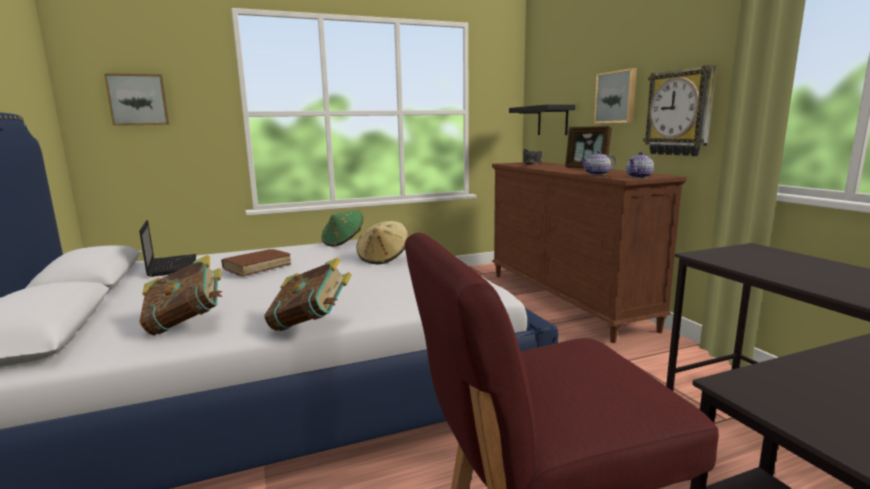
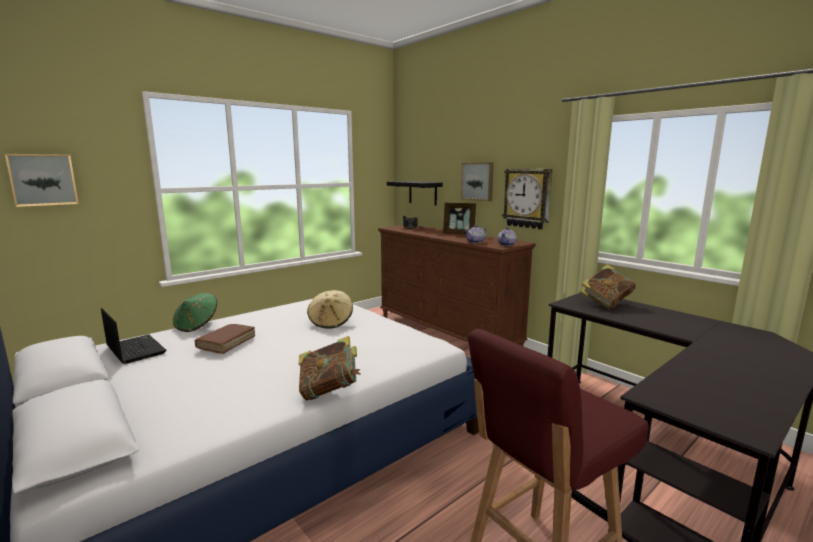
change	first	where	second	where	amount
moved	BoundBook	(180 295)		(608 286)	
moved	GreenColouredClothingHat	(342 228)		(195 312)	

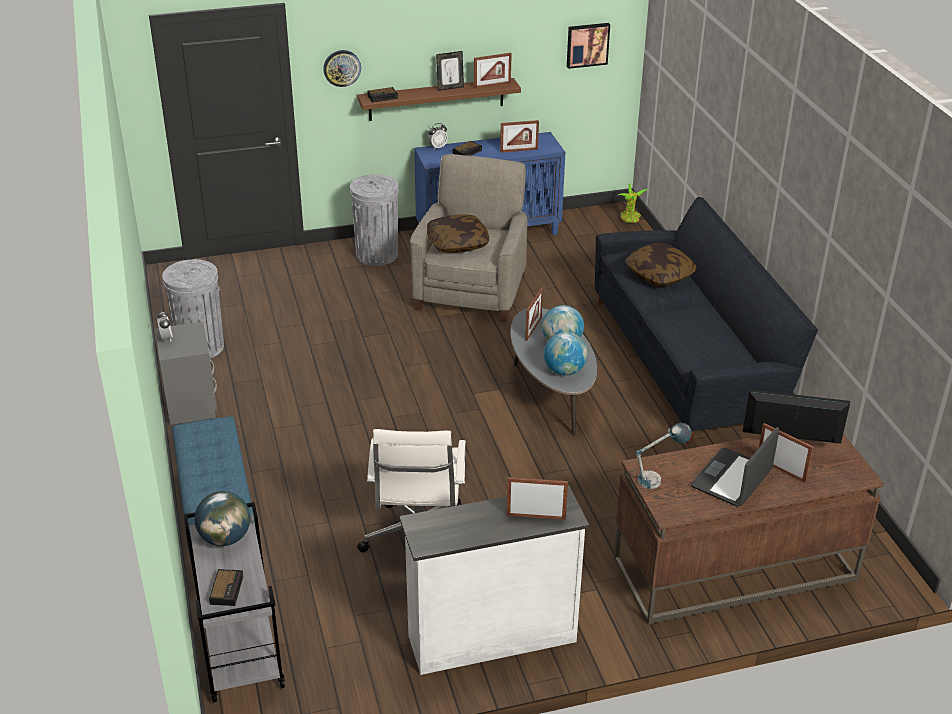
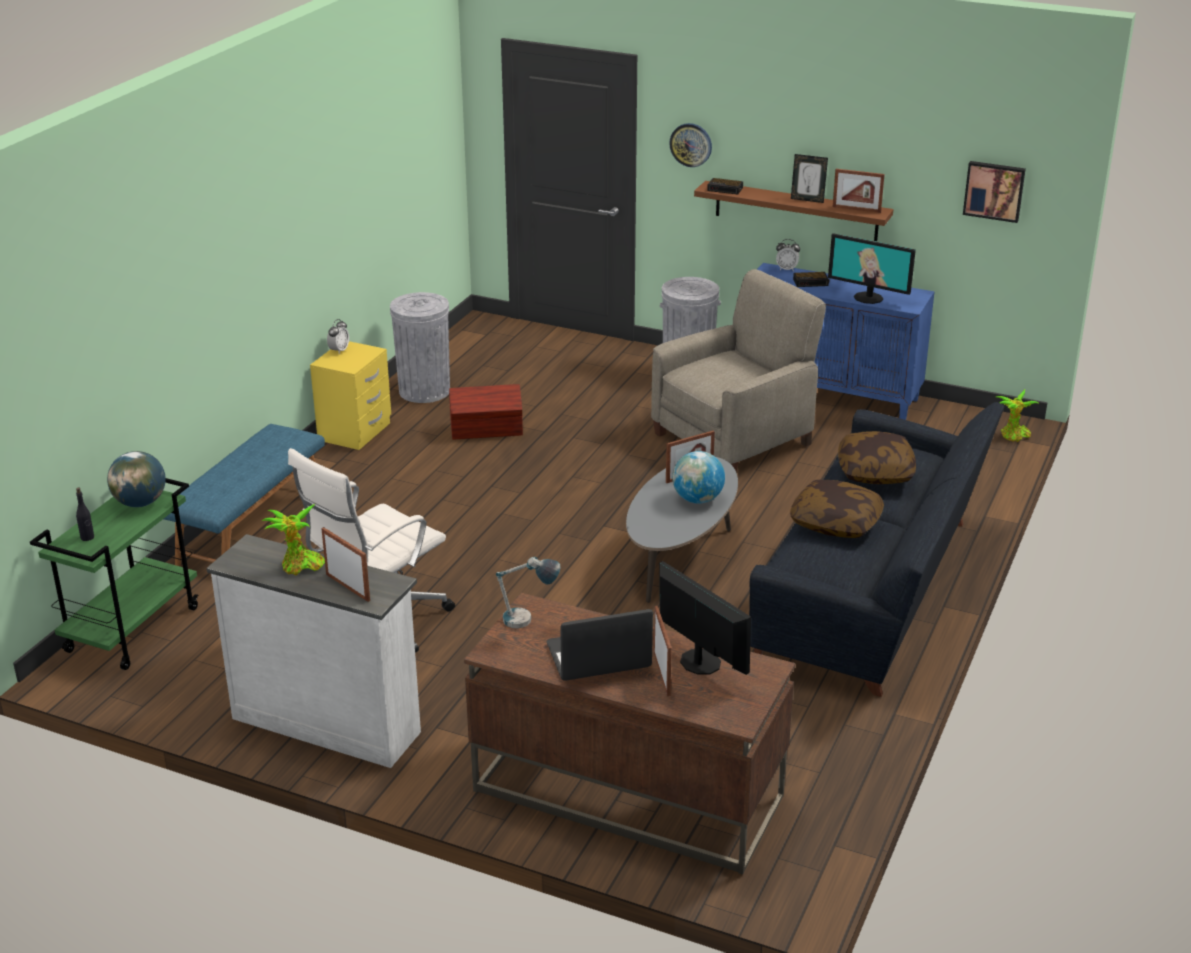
change	first	where	second	where	amount
removed	Globe	(566 353)			
added			PlantInAPot	(293 539)	
added			BrownishStorageContainer	(486 412)	
moved	Pillow	(458 233)		(837 509)	
replaced	BedsideClock	(226 587)	BlackBottle	(85 514)	
replaced	PhotoFrame	(519 136)	ComputerDisplay	(872 268)	
recoloured	GreyBedsideTable	(186 373)	YellowColouredBedsideTable	(350 395)	
recoloured	GreyCart	(234 602)	GreenColouredCart	(114 574)	

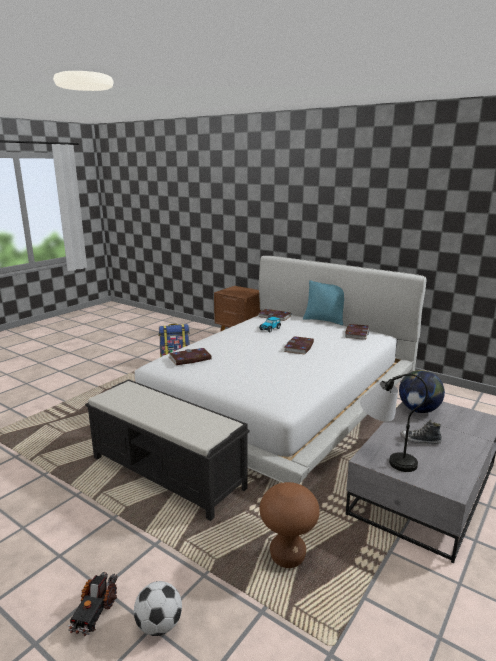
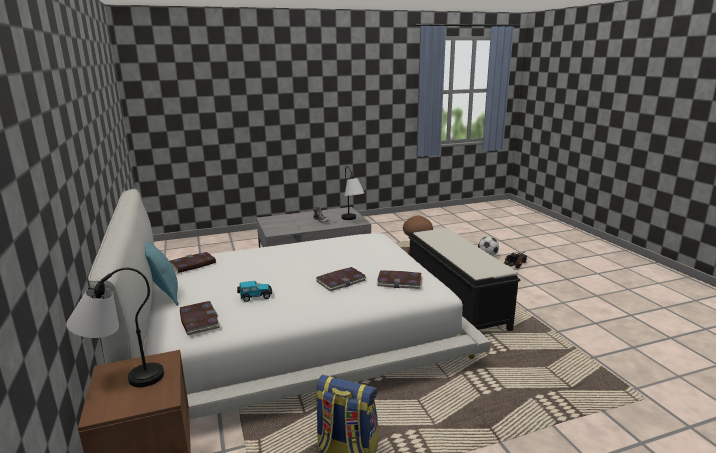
change	first	where	second	where	amount
removed	Globe	(422 391)			
added			TableLamp	(115 327)	
moved	BoundBook	(299 345)		(341 279)	

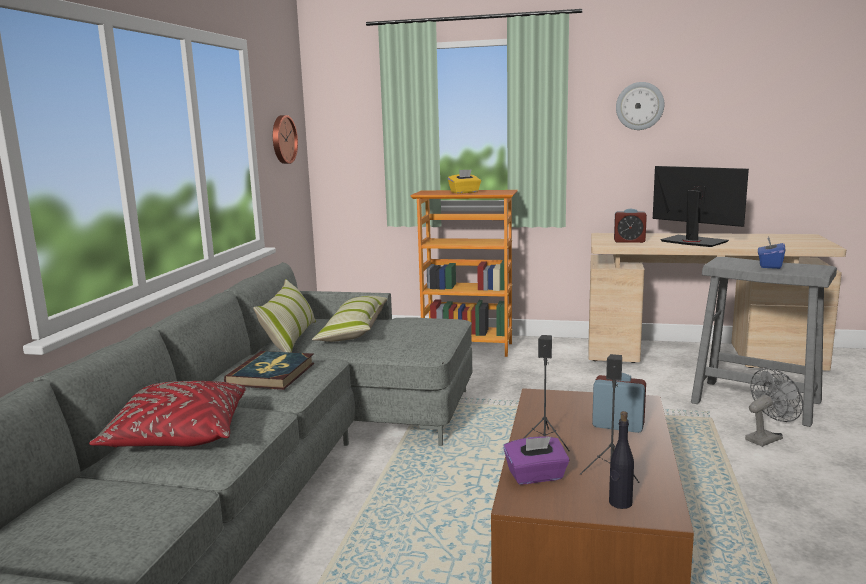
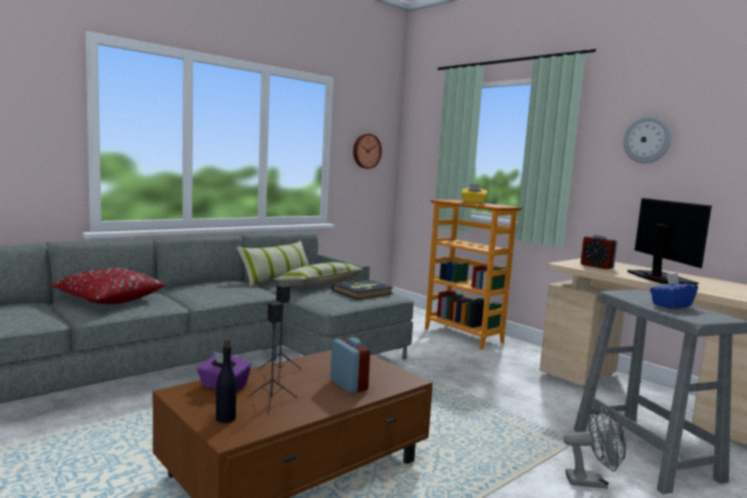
change	first	where	second	where	amount
moved	BoundBook	(269 370)		(363 289)	

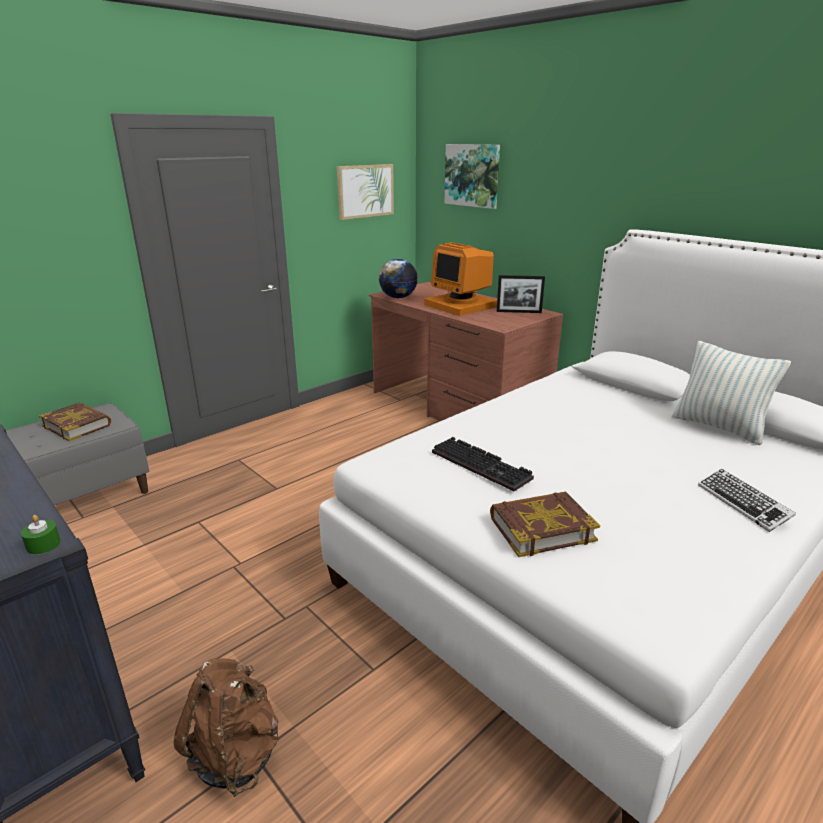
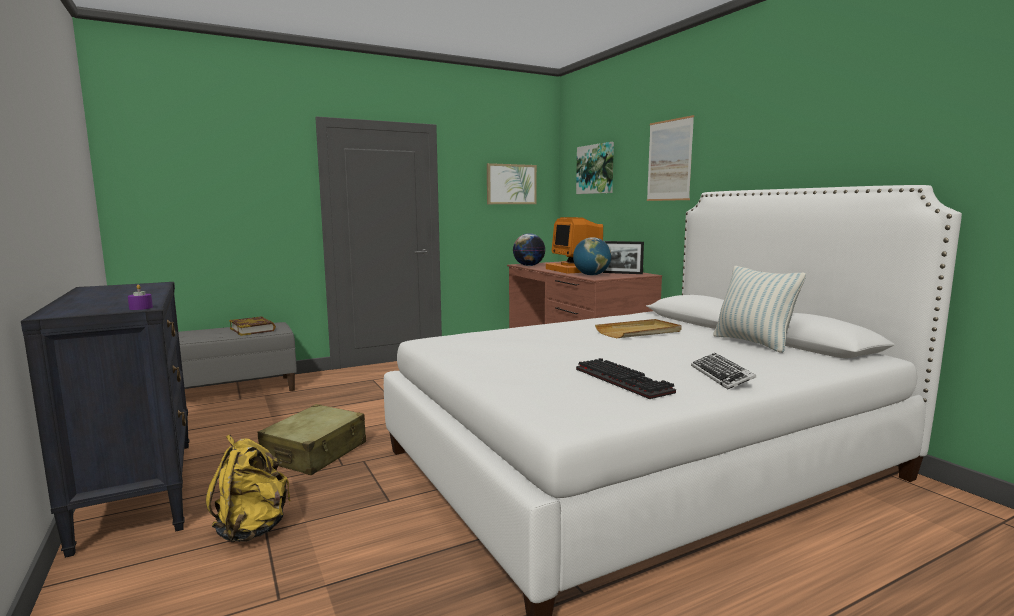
change	first	where	second	where	amount
removed	BoundBook	(545 524)			
added			BeigeSuitcase	(312 439)	
added			Globe	(592 256)	
added			BeigeTray	(638 328)	
added			WallArt	(670 158)	
moved	ComputerKeyboard	(483 464)		(626 378)	
recoloured	GreenColouredCandle	(41 535)	PurpleCandle	(140 297)	
recoloured	BrownishKnapsack	(225 727)	YellowColouredKnapsack	(248 488)	

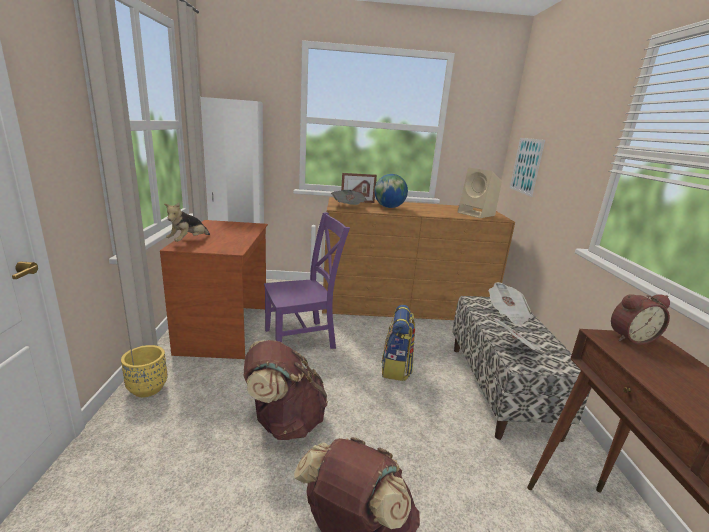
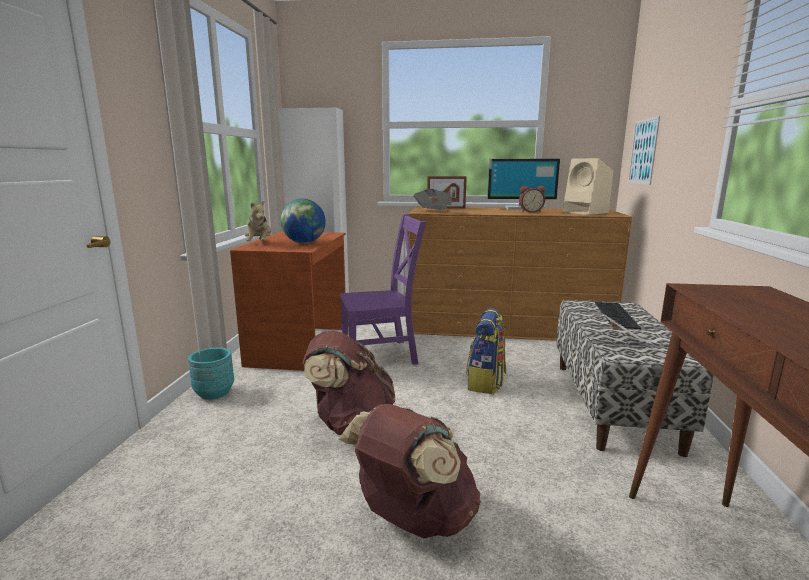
change	first	where	second	where	amount
added			ComputerDisplay	(523 184)	
moved	Globe	(391 191)		(303 221)	
moved	BedsideClock	(640 319)		(532 199)	
replaced	DailyPaper	(511 304)	ComputerKeyboard	(618 315)	
recoloured	YellowColouredFlowerPot	(144 371)	BlueGreenFlowerPot	(211 373)	
turned	SoftToy	(187 222)		(258 221)	45 degrees counterclockwise

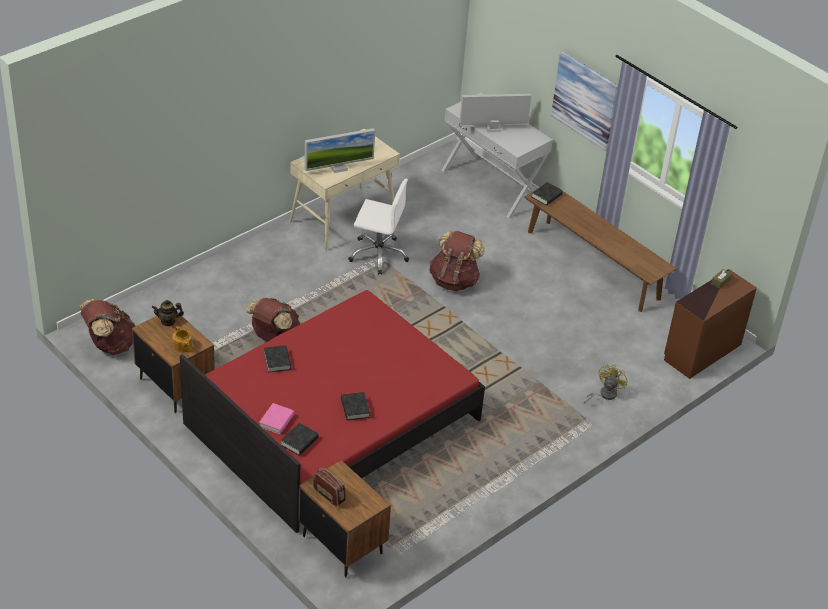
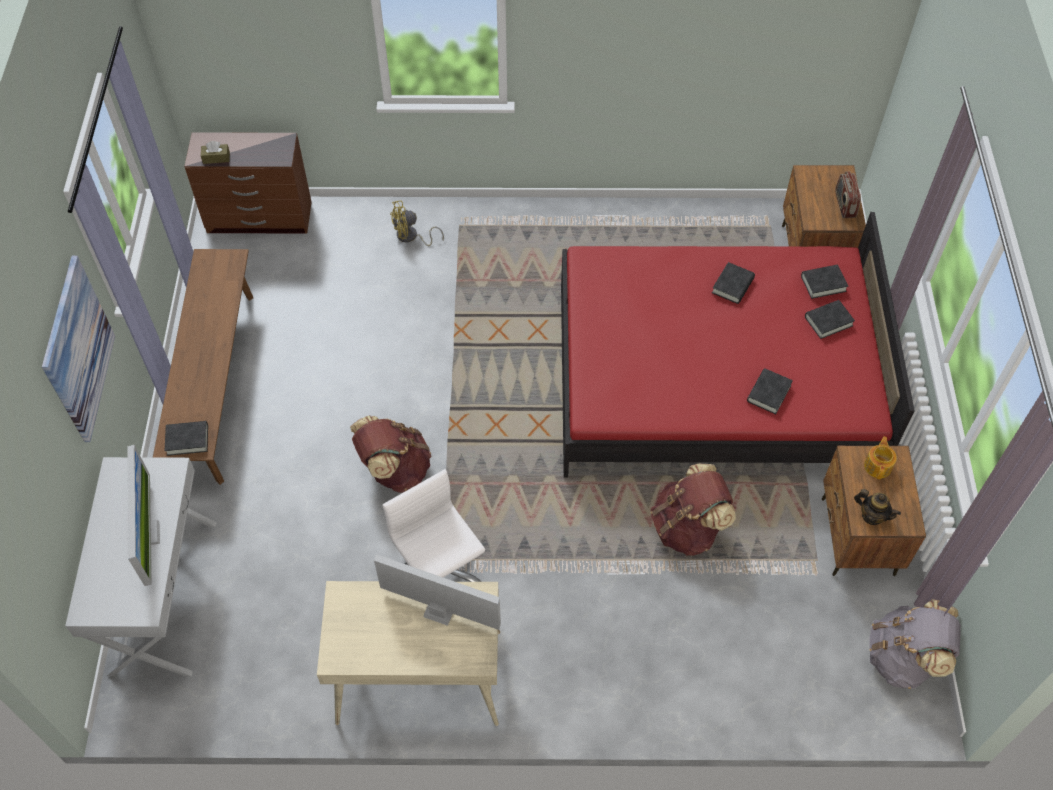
change	first	where	second	where	amount
recoloured	BrownishKnapsack	(107 327)	GreyKnapsack	(915 644)	
recoloured	PinkishBoundBook	(276 418)	BlackBoundBook	(830 319)	
turned	ComputerDisplay	(495 113)		(143 515)	135 degrees counterclockwise

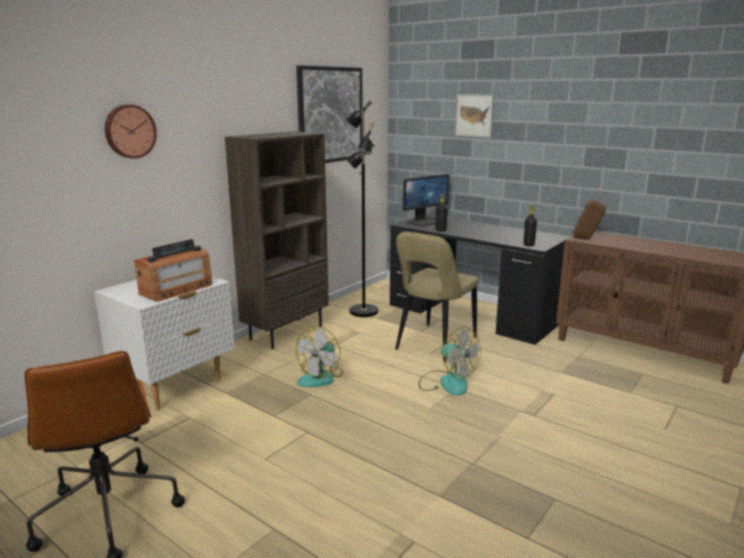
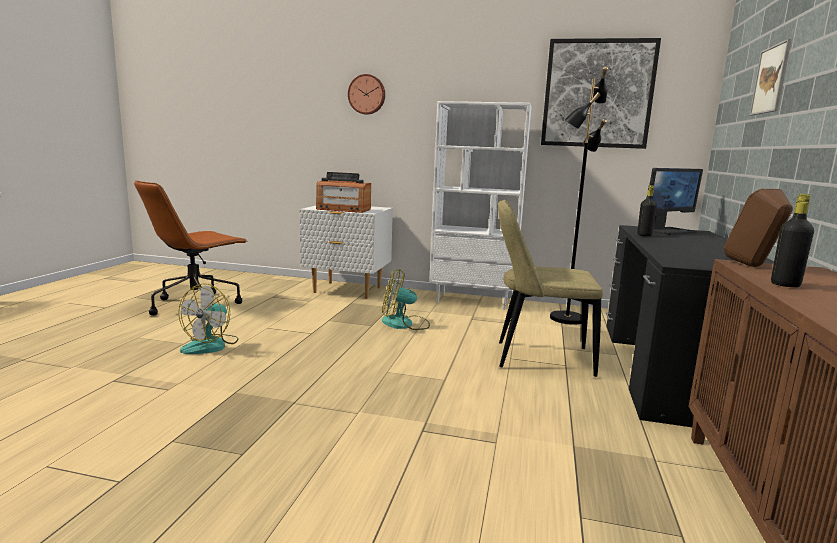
change	first	where	second	where	amount
moved	CoolingFan	(450 361)		(208 318)	
moved	BlackBottle	(530 226)		(792 240)	
recoloured	BrownishBookcase	(277 240)	WhiteBookcase	(480 205)	
turned	ComputerDisplay	(426 200)		(676 201)	60 degrees counterclockwise

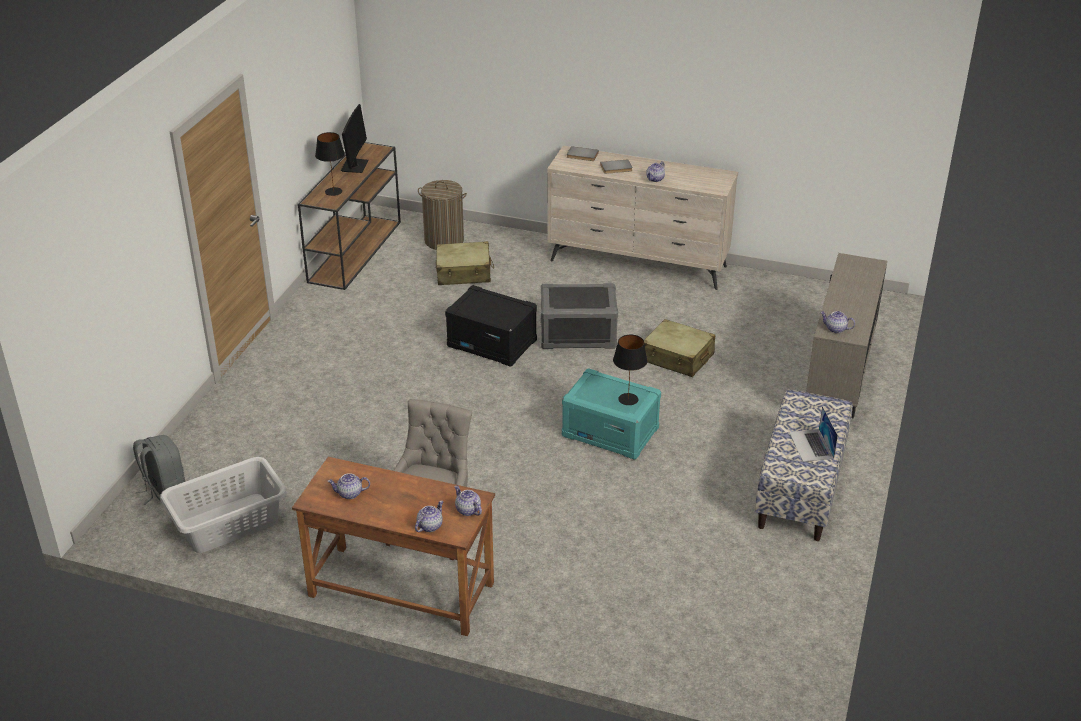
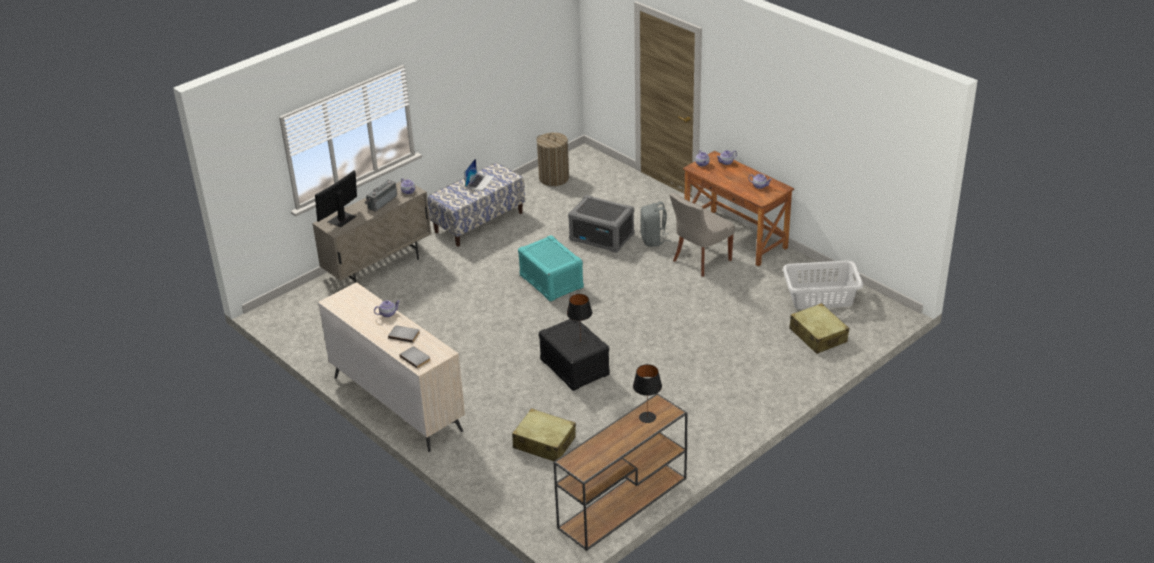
change	first	where	second	where	amount
added			RadioReceiver	(380 195)	
moved	GreyKnapsack	(159 470)		(655 224)	
moved	ComputerDisplay	(354 138)		(336 198)	
moved	Hamper	(442 215)		(552 159)	
moved	GreyStorageContainer	(579 316)		(601 224)	
moved	BlackTableLamp	(630 370)		(579 320)	
moved	BeigeSuitcase	(679 348)		(819 328)	

